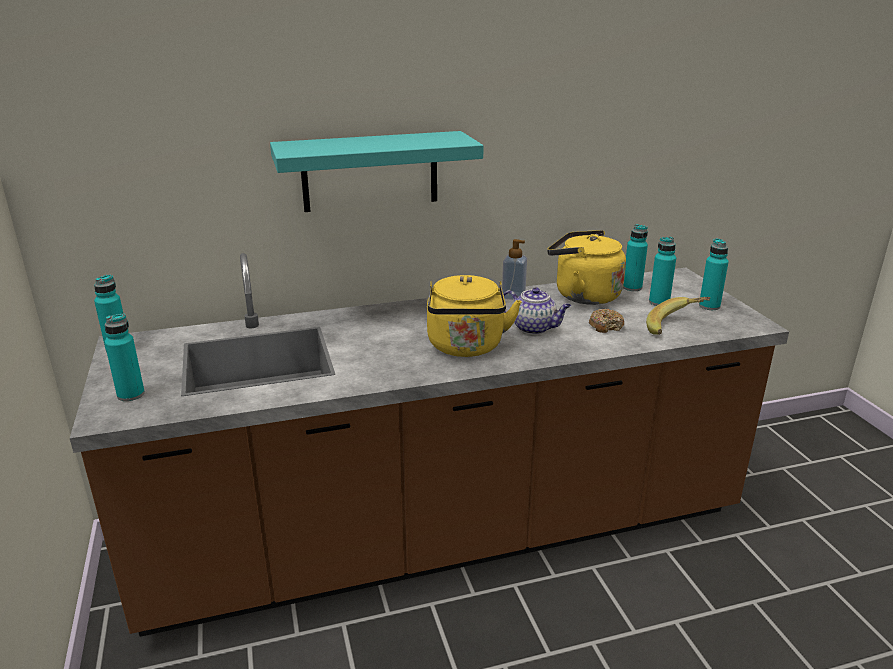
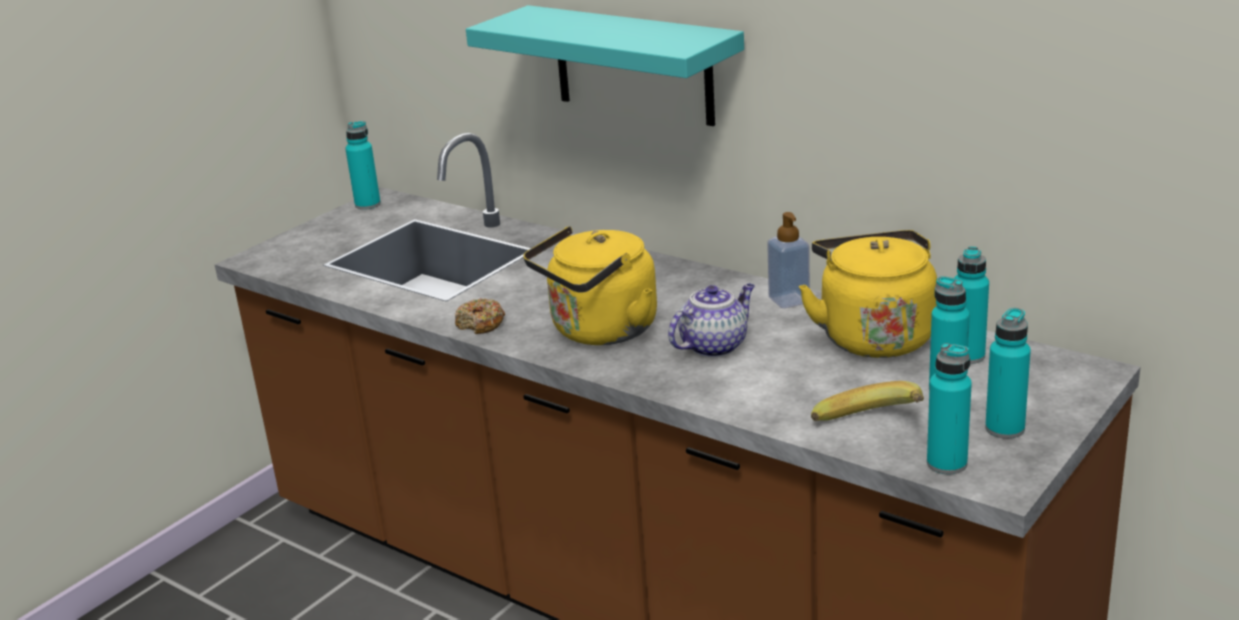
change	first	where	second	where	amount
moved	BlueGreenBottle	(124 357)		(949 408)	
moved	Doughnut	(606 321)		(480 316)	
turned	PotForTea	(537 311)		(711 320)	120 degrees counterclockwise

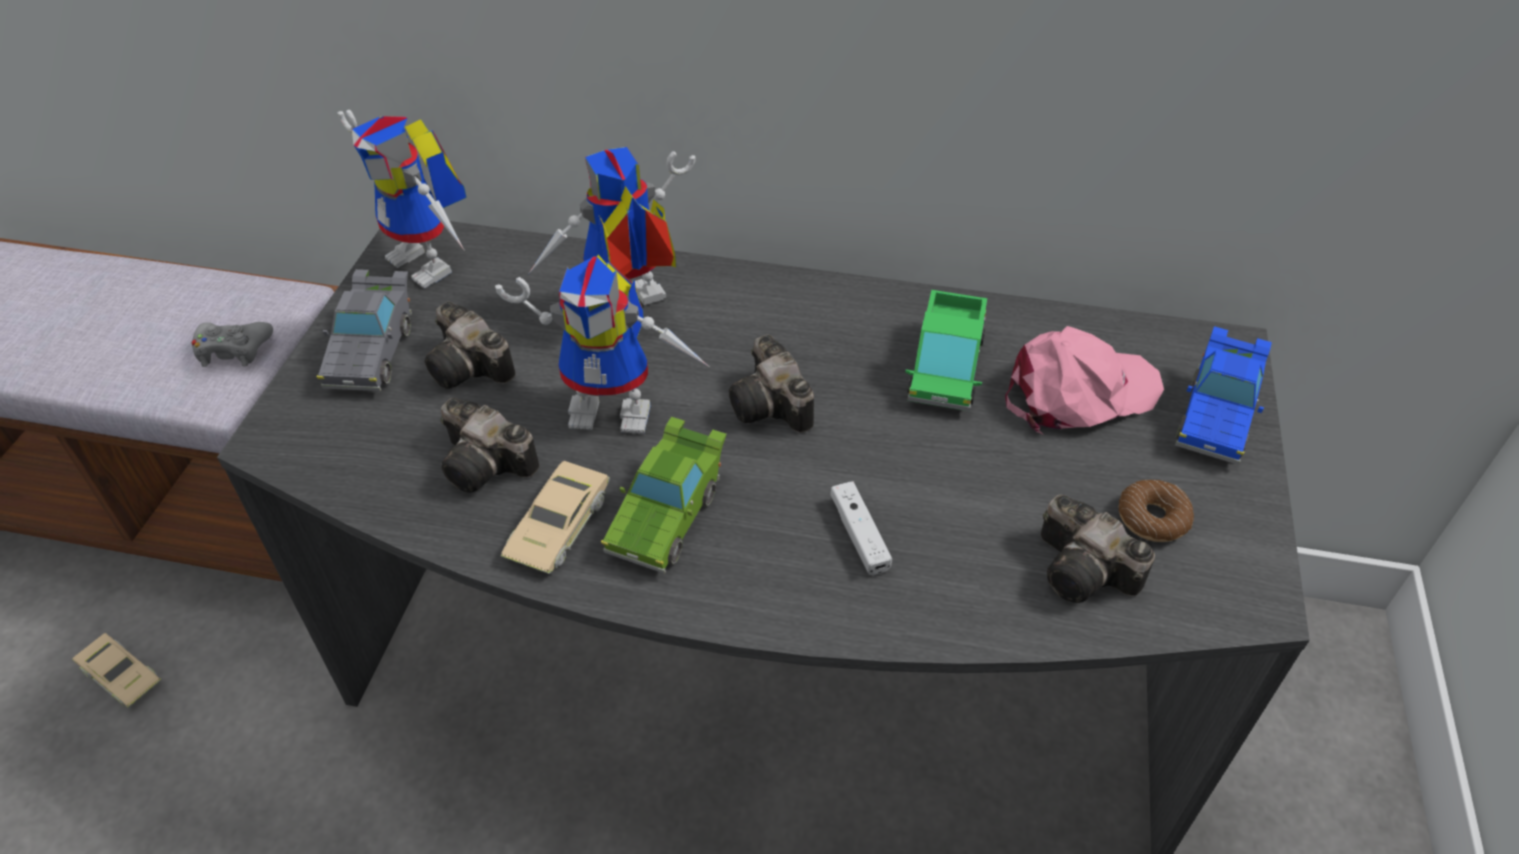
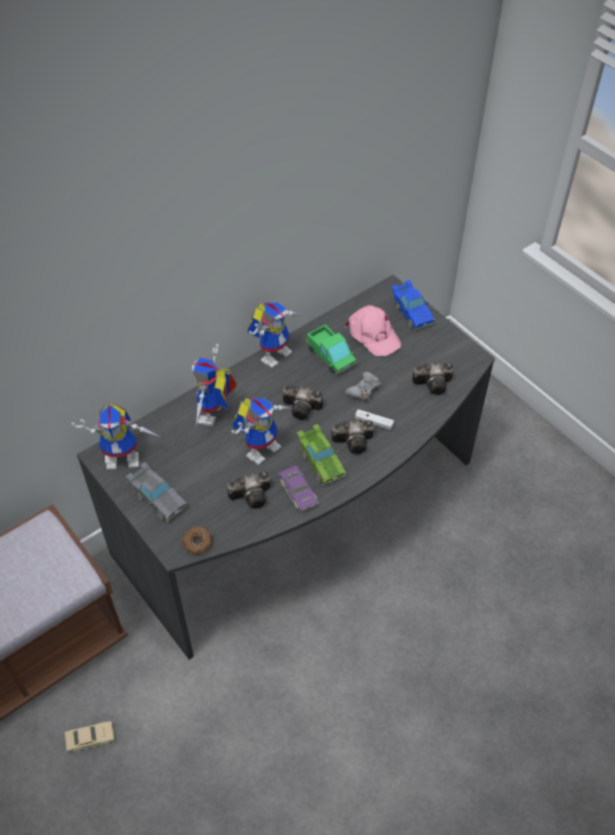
change	first	where	second	where	amount
added			ModelRobot	(274 335)	
moved	GreyGameController	(232 344)		(363 387)	
moved	PhotoCamera	(470 345)		(353 437)	
moved	Doughnut	(1156 511)		(197 540)	
recoloured	BeigeToyCar	(555 517)	PurpleToyCar	(298 489)	
turned	PinkishCap	(1084 380)		(373 330)	120 degrees clockwise

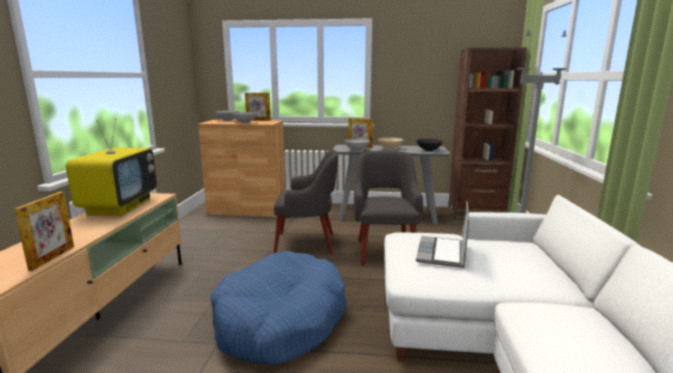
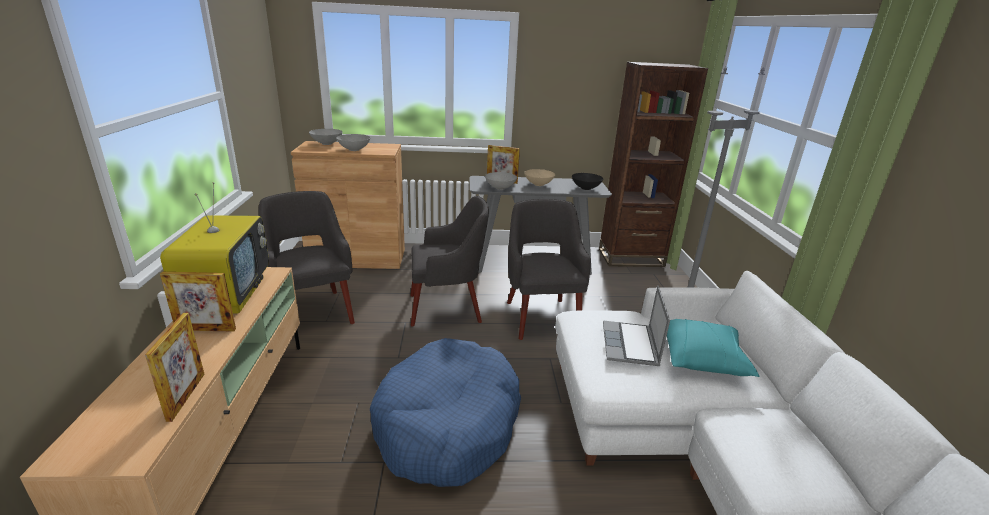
change	first	where	second	where	amount
added			GreyLoungeChair	(306 257)	
added			BlueGreenPillow	(713 348)	
moved	PhotoFrame	(258 107)		(198 302)	

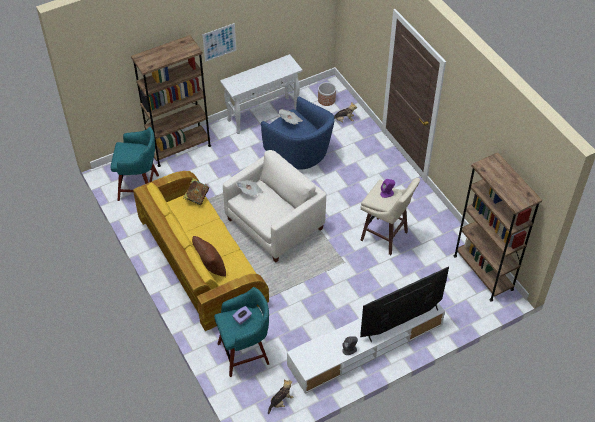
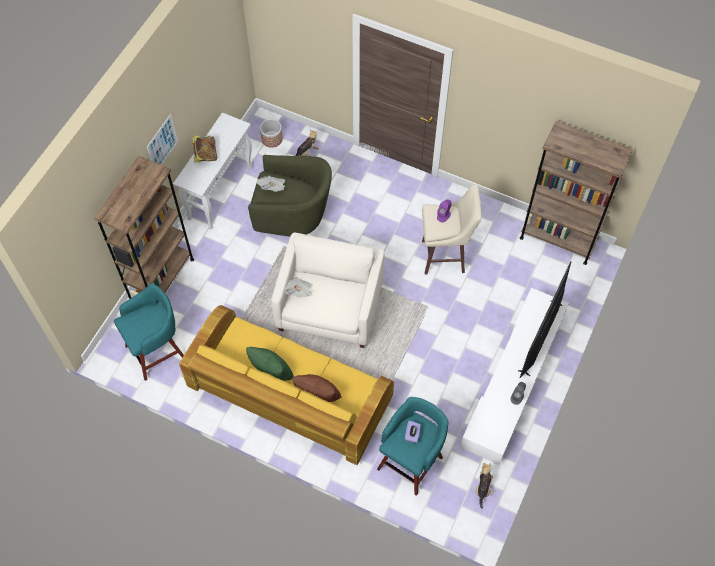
change	first	where	second	where	amount
added			GreenColouredPillow	(270 364)	
moved	BoundBook	(196 191)		(205 148)	
recoloured	BlueColouredLoungeChair	(298 133)	GreenColouredLoungeChair	(290 195)	

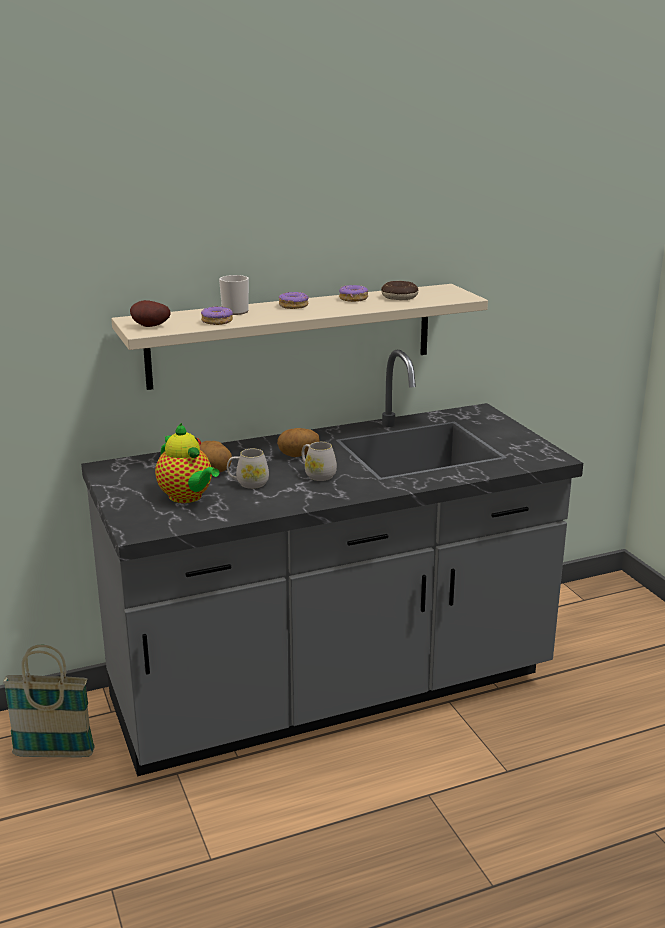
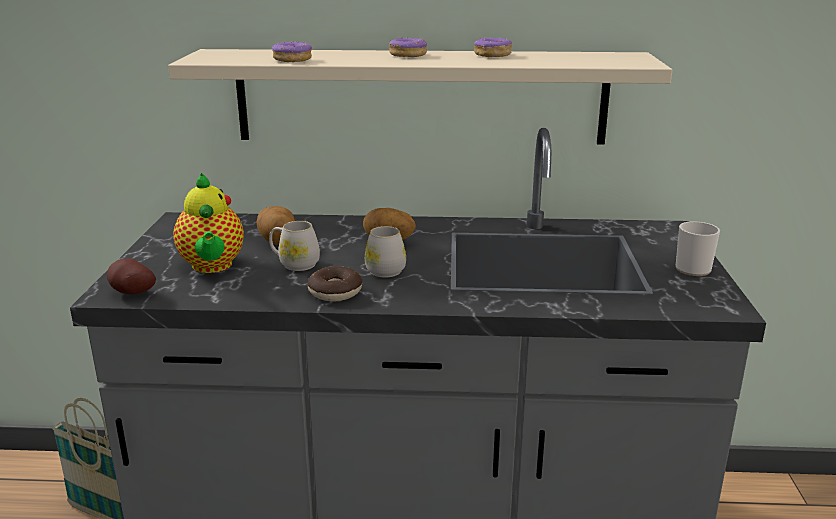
change	first	where	second	where	amount
moved	Potato	(150 313)		(131 276)	
moved	CoffeeMug	(234 295)		(697 248)	
moved	Doughnut	(399 290)		(335 284)	

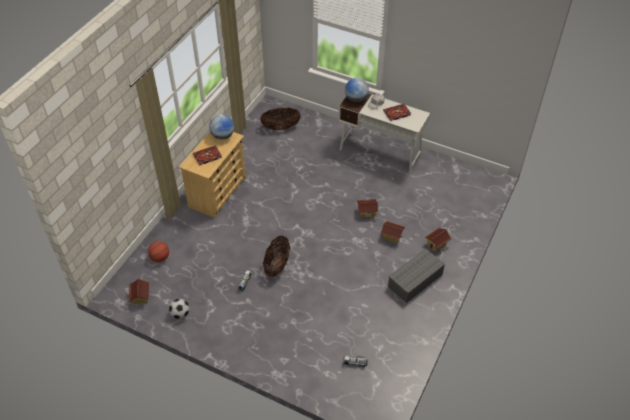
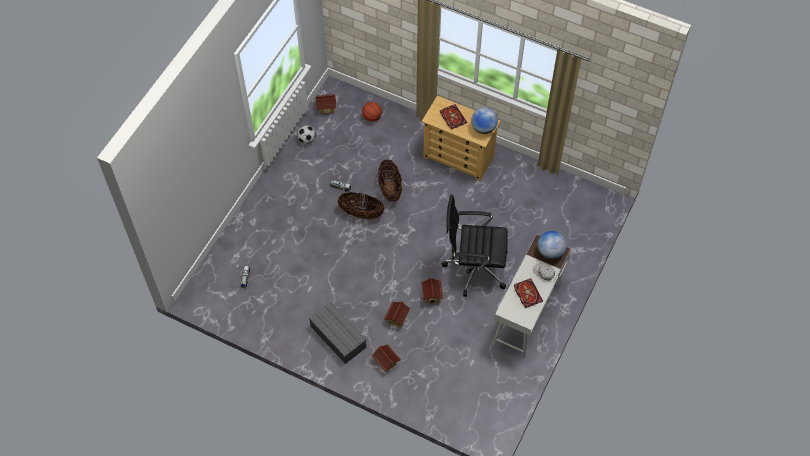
change	first	where	second	where	amount
added			BlackDeskChair	(475 245)	
moved	StorageBasket	(280 119)		(390 181)	

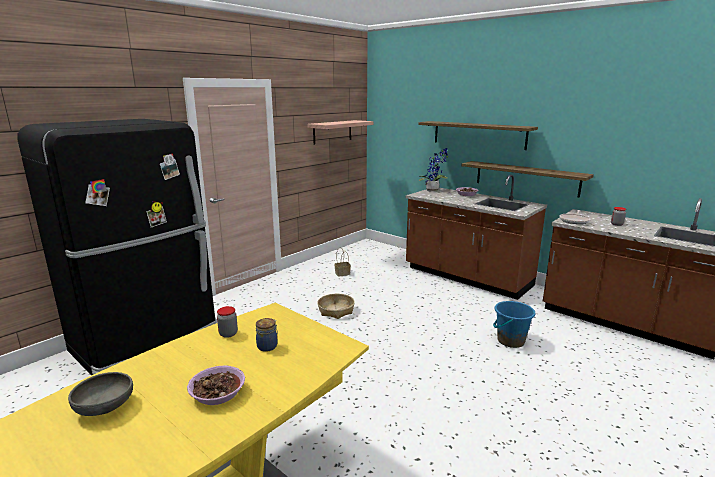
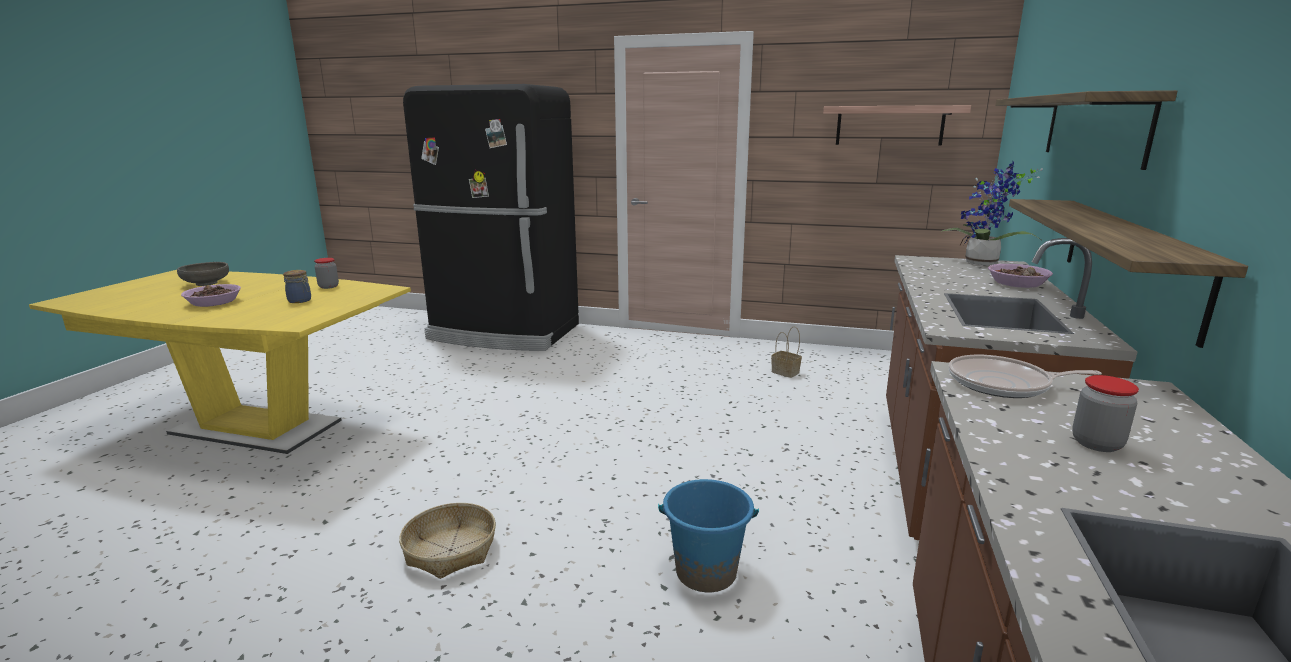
change	first	where	second	where	amount
moved	StorageBasket	(336 306)		(447 541)	

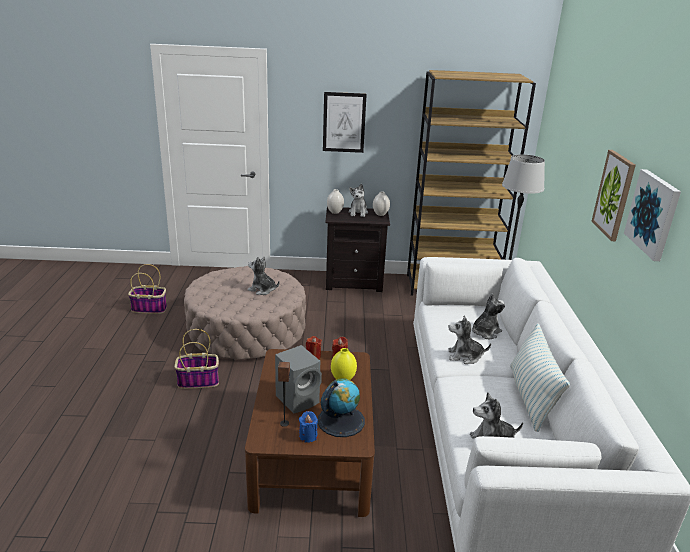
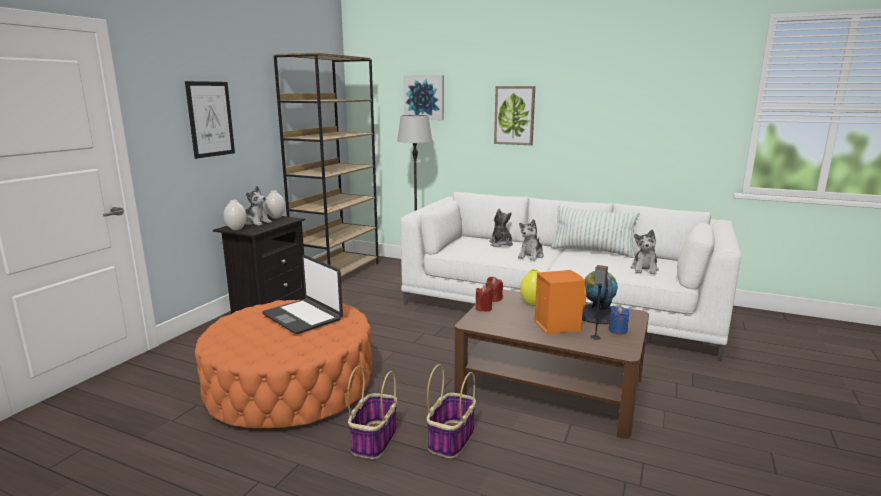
change	first	where	second	where	amount
moved	StorageBasket	(147 289)		(451 411)	
moved	WallArt	(652 215)		(424 97)	
replaced	SoftToy	(264 275)	PortableComputer	(302 294)	
recoloured	BeigeOttoman	(245 312)	OrangeOttoman	(283 364)	
recoloured	GreySpeaker	(298 379)	OrangeSpeaker	(560 302)	

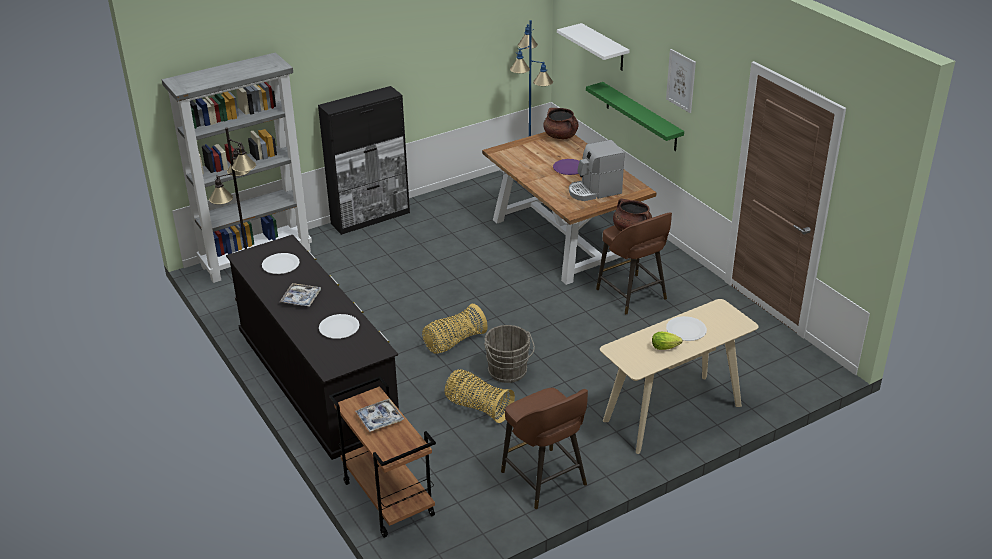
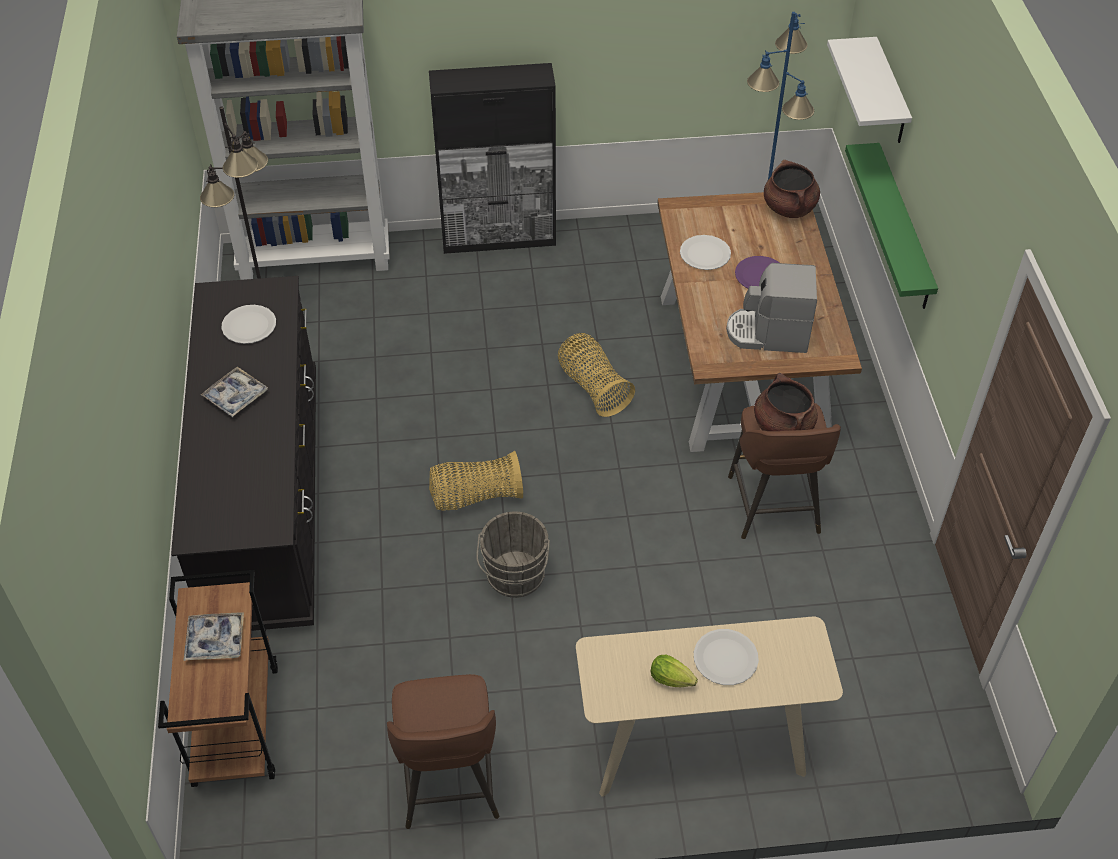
change	first	where	second	where	amount
removed	WallArt	(681 81)			
moved	WhitePlate	(339 326)		(705 252)	
moved	StorageBasket	(480 396)		(596 375)	

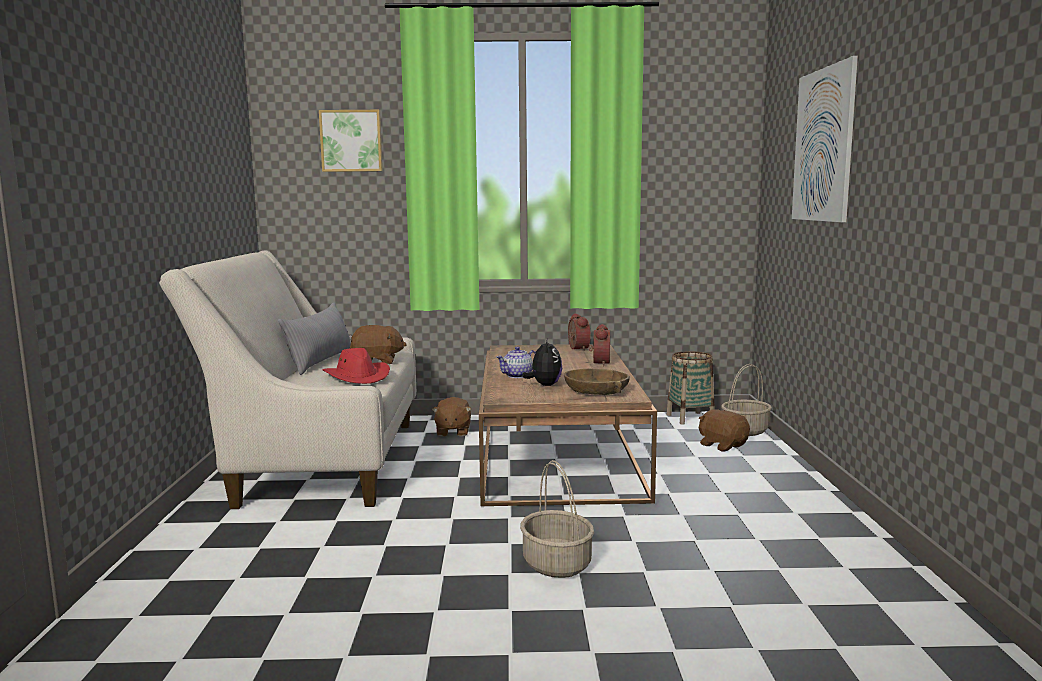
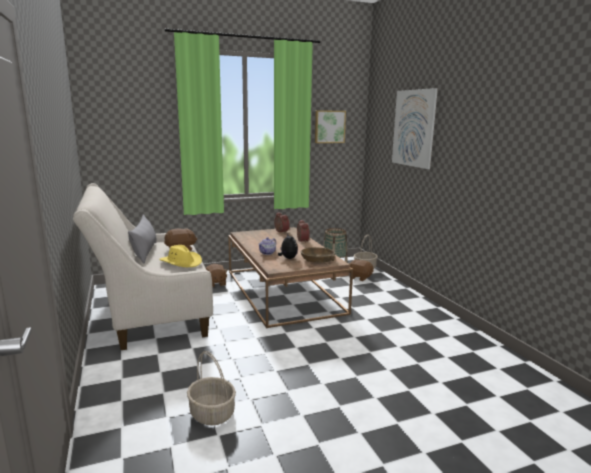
change	first	where	second	where	amount
moved	WallArt	(351 141)		(330 126)	
moved	StorageBasket	(557 519)		(211 388)	
recoloured	RedClothingHat	(356 366)	YellowColouredClothingHat	(180 256)	

